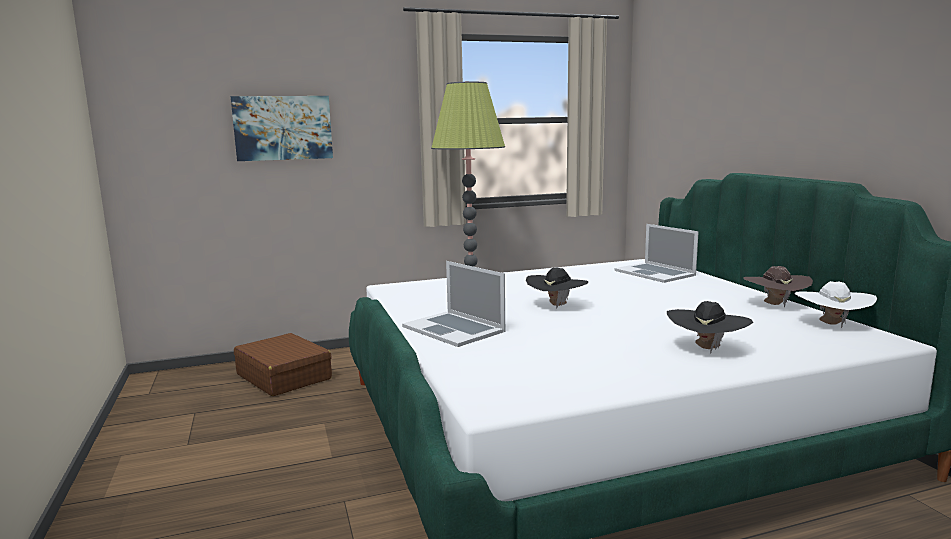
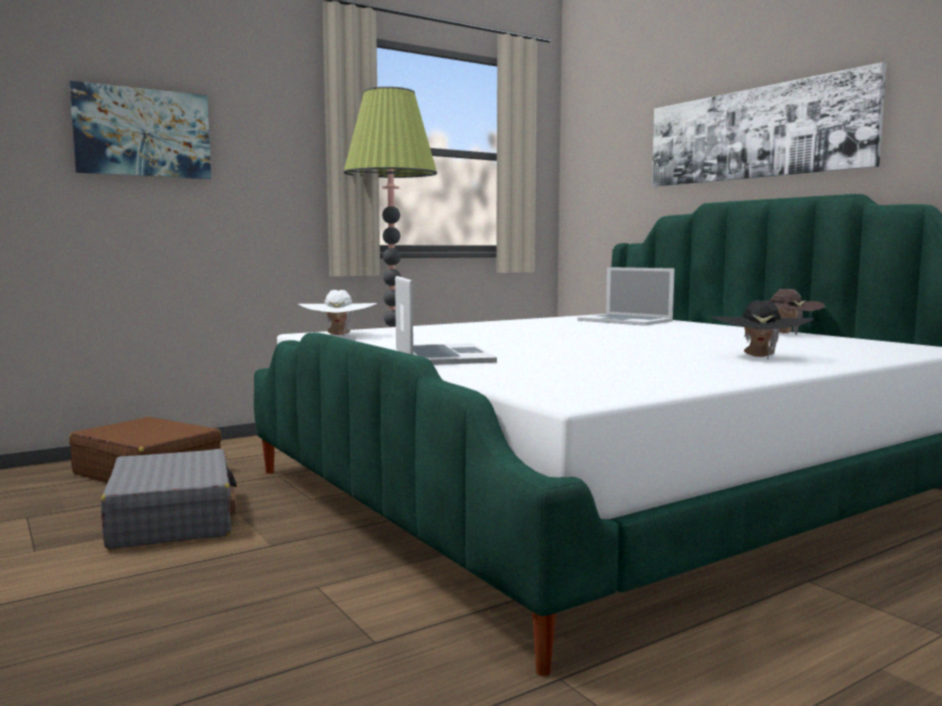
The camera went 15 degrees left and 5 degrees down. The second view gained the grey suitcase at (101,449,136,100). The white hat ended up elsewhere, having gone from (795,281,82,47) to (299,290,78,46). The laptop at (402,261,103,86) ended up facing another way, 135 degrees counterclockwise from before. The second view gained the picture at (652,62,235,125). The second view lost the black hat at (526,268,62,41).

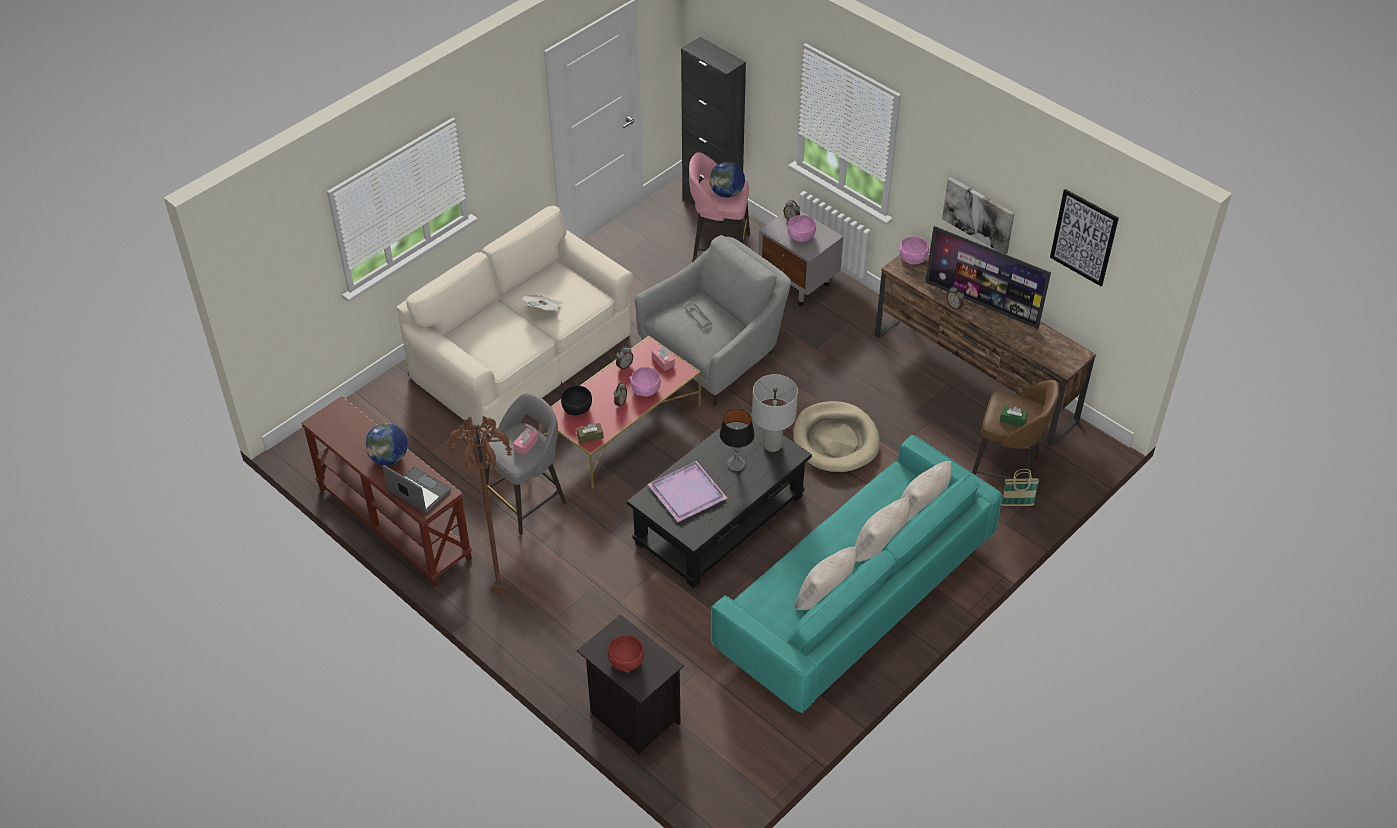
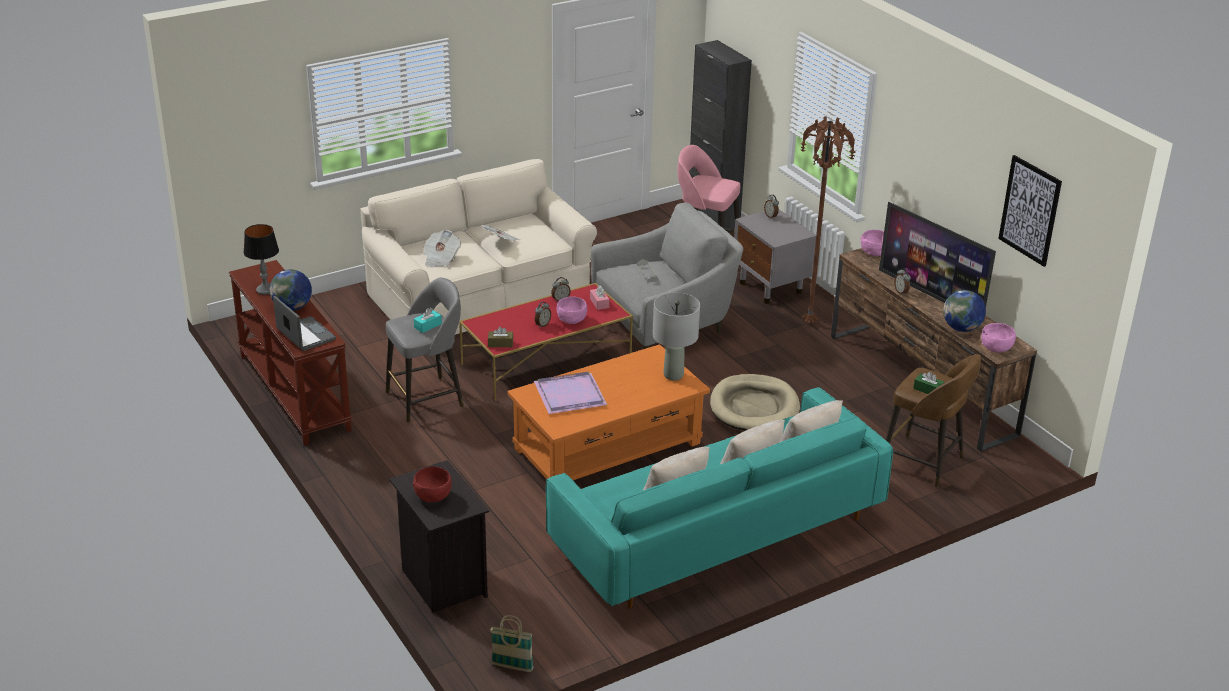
The camera went 15 degrees right and 15 degrees down. The table lamp ended up elsewhere, having gone from (719,408,36,63) to (243,224,36,71). What was the pink tissue box at (513,428,25,28) turned into the turquoise tissue box at (414,308,28,25). The second view gained the newspaper at (423,230,38,38). The basket ended up elsewhere, having gone from (1001,469,38,37) to (490,615,44,57). What was the black coffee table at (627,409,185,179) turned into the orange coffee table at (507,344,203,136). The brown floor lamp ended up elsewhere, having gone from (448,416,64,181) to (801,116,55,208). The globe ended up elsewhere, having gone from (709,162,36,36) to (943,290,43,42). The pink bowl ended up elsewhere, having gone from (788,215,28,27) to (981,323,35,30). The second view lost the black bowl at (561,386,31,30). The second view lost the picture at (942,177,73,77).

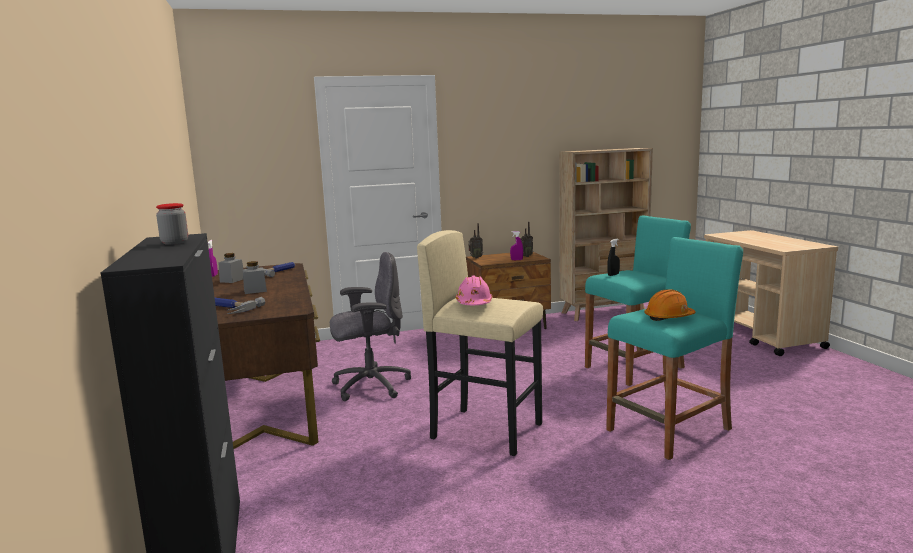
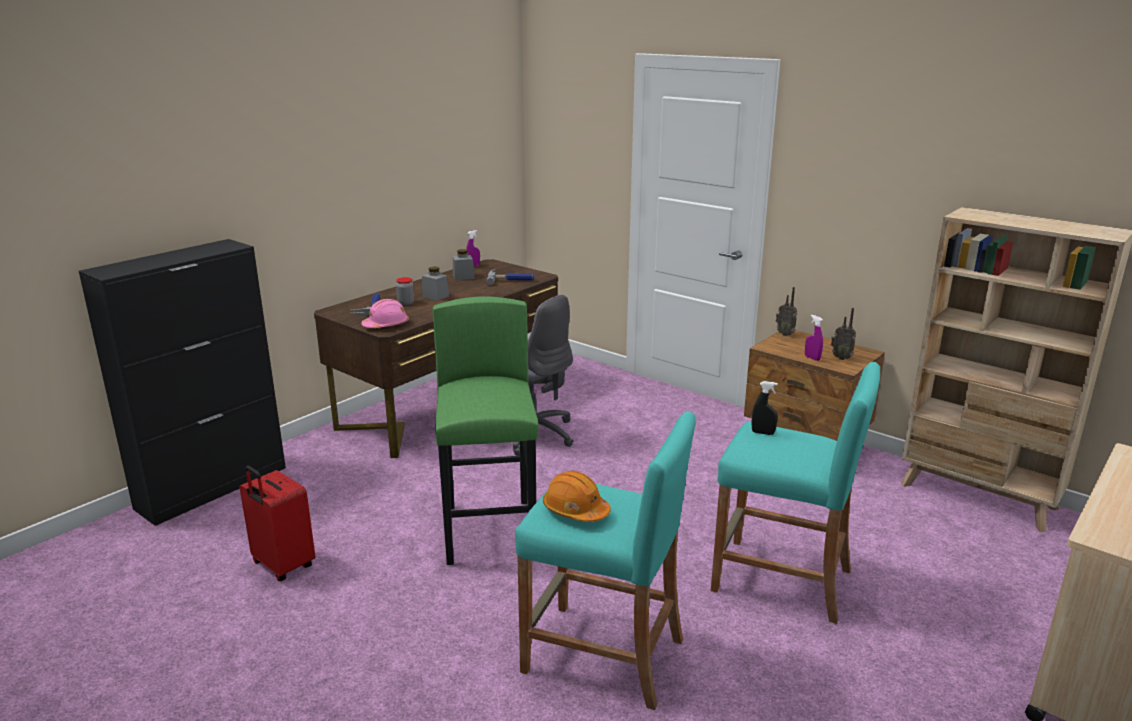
The camera went 55 degrees right and 10 degrees up. The second view gained the red suitcase at (239,465,76,116). The pink hard hat ended up elsewhere, having gone from (456,275,37,30) to (361,299,48,29). The jar ended up elsewhere, having gone from (156,203,32,42) to (396,277,19,28). What was the beige stool at (417,230,126,226) turned into the green stool at (432,296,106,269).

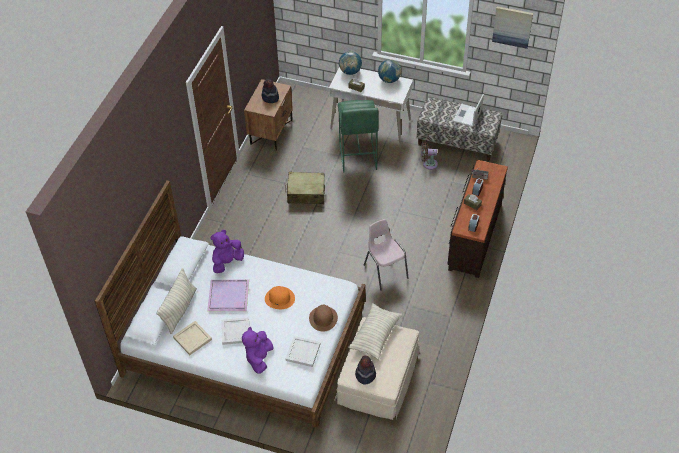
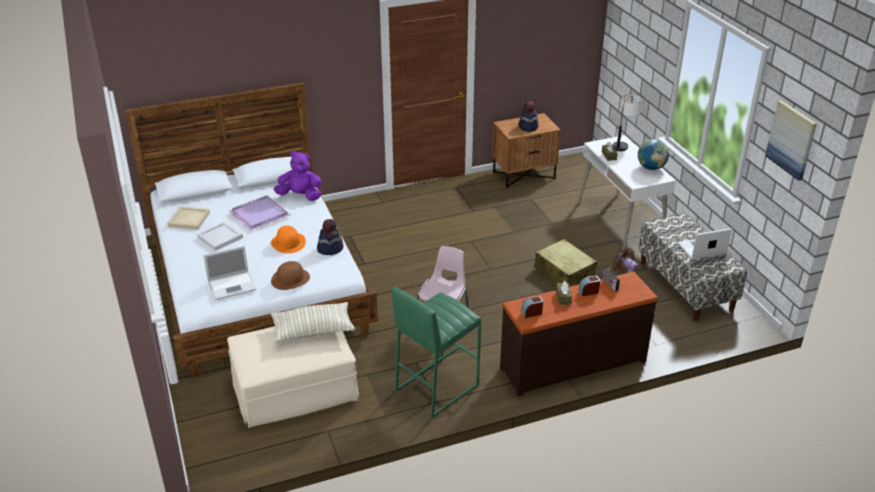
The camera went 50 degrees right and 15 degrees down. Where the white tray stood at (286,336,35,31), the laptop came to stand at (203,246,53,54). The hat ended up elsewhere, having gone from (355,356,21,29) to (317,219,26,36). The green stool ended up elsewhere, having gone from (338,100,41,73) to (391,287,90,131). The beige suitcase ended up elsewhere, having gone from (285,172,40,32) to (534,239,63,48). Where the globe stood at (339,51,23,24), the table lamp came to stand at (612,94,30,57). The second view lost the pillow at (156,268,41,66). The second view lost the purple plush toy at (242,327,32,47).

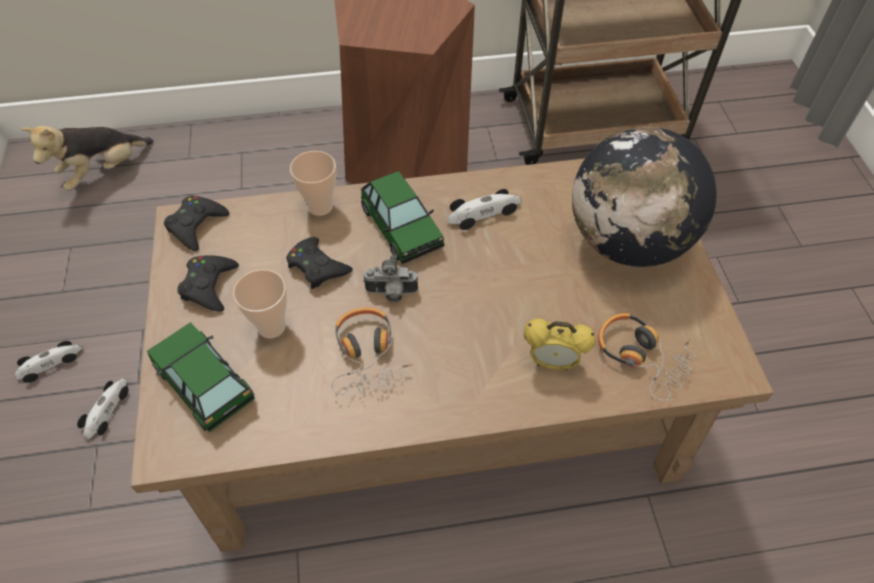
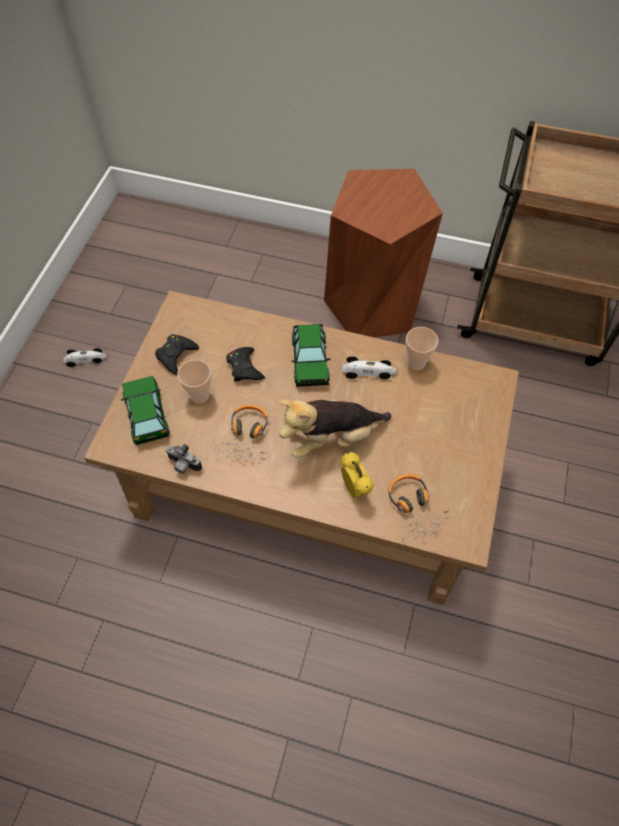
The camera went 25 degrees right and 5 degrees up. The photo camera ended up elsewhere, having gone from (363,255,55,47) to (165,444,37,30). The plush toy ended up elsewhere, having gone from (21,126,132,65) to (279,399,112,59). The alarm clock at (524,318,72,52) ended up facing another way, 150 degrees counterclockwise from before. The cup ended up elsewhere, having gone from (290,151,46,65) to (406,327,32,43). The second view lost the toy car at (77,378,52,60). The second view lost the black game controller at (164,196,65,55). The second view lost the globe at (572,127,145,140).

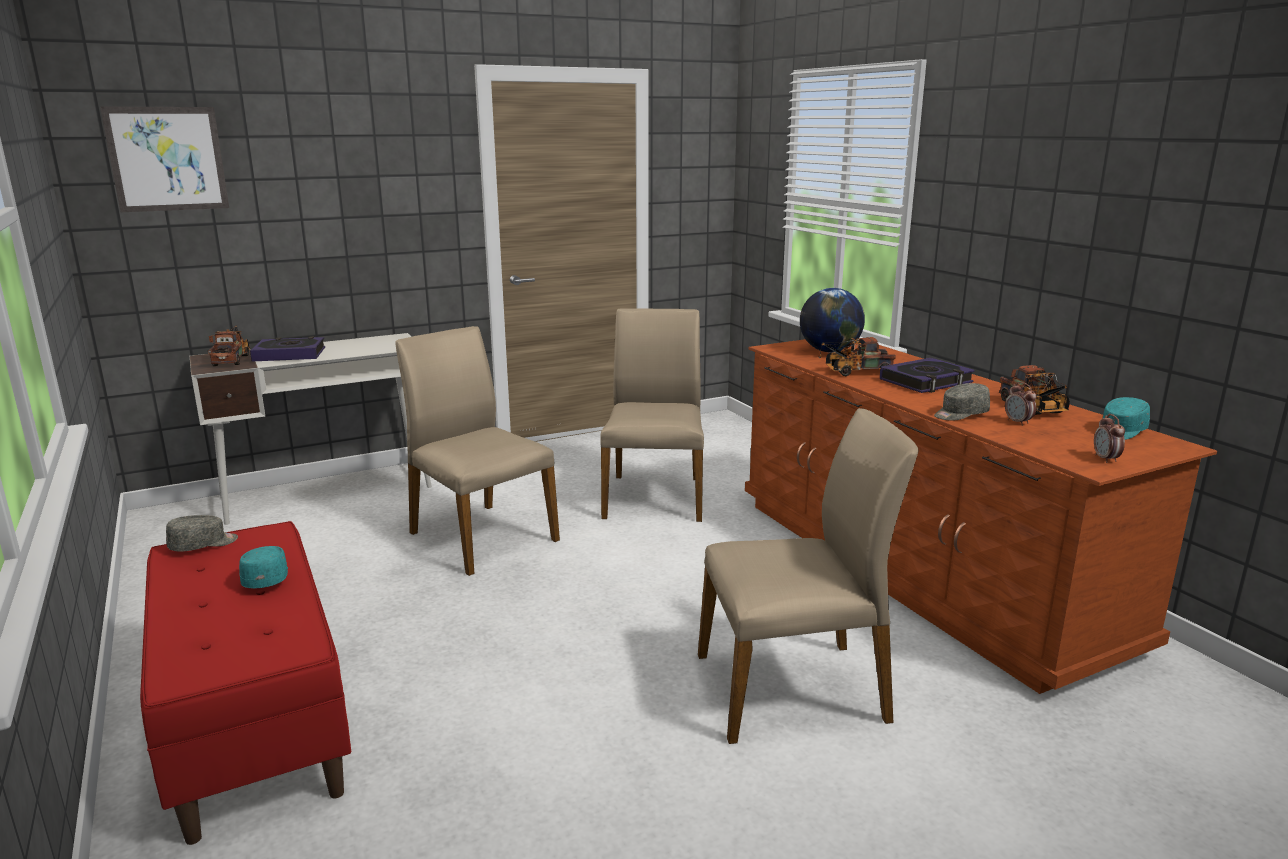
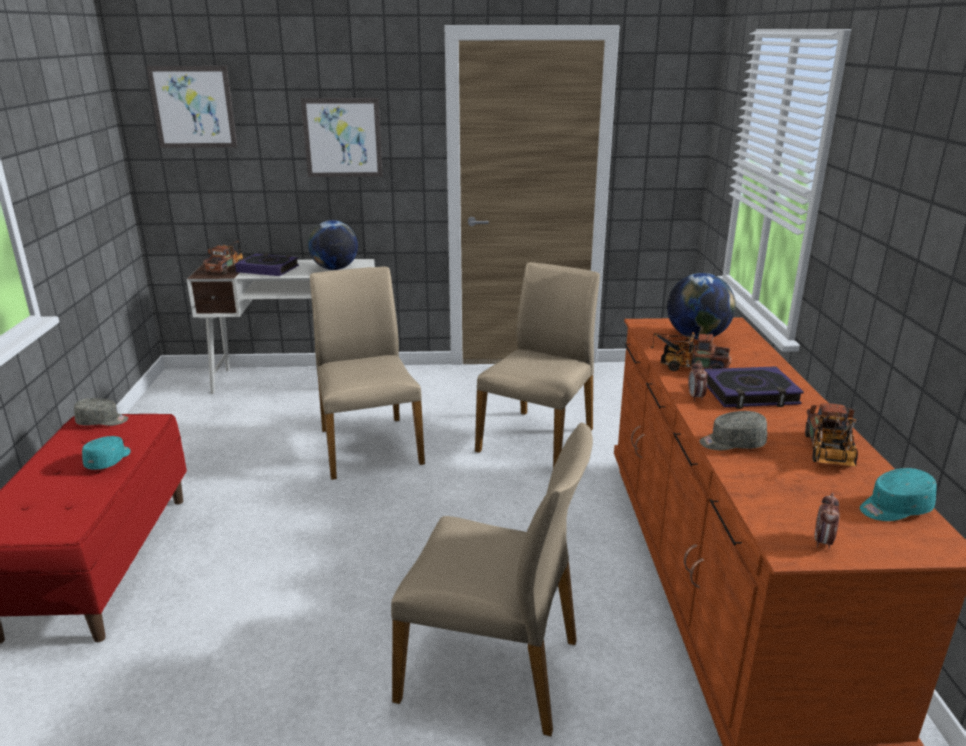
The camera went 25 degrees right and 5 degrees up. The second view gained the picture at (301,98,82,79). The second view gained the globe at (308,220,50,50). The alarm clock ended up elsewhere, having gone from (1005,382,32,44) to (688,360,19,41).

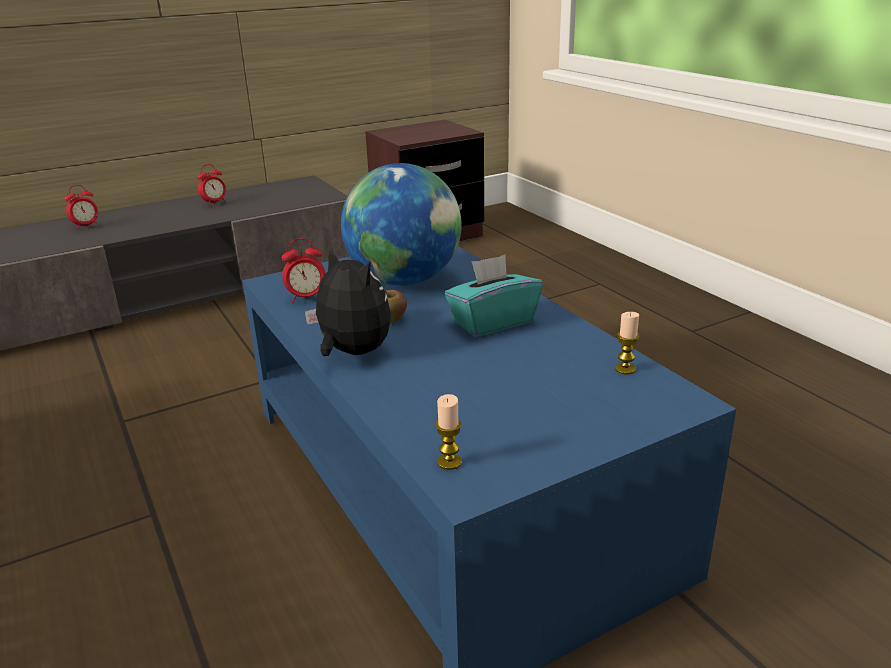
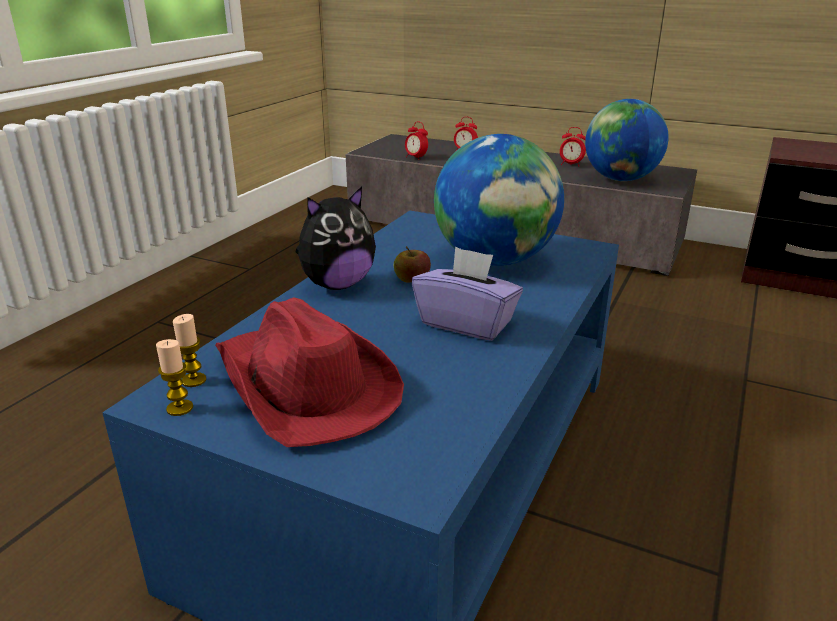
The camera went 55 degrees right and 0 degrees up. The candle ended up elsewhere, having gone from (615,312,24,62) to (156,339,37,77). The second view gained the red hat at (215,297,189,150). The plush toy at (305,247,86,109) ended up facing another way, 45 degrees clockwise from before. The alarm clock ended up elsewhere, having gone from (282,238,44,65) to (405,122,23,37). What was the turquoise tissue box at (445,255,98,82) turned into the purple tissue box at (412,247,111,94). The second view gained the globe at (585,99,83,82).

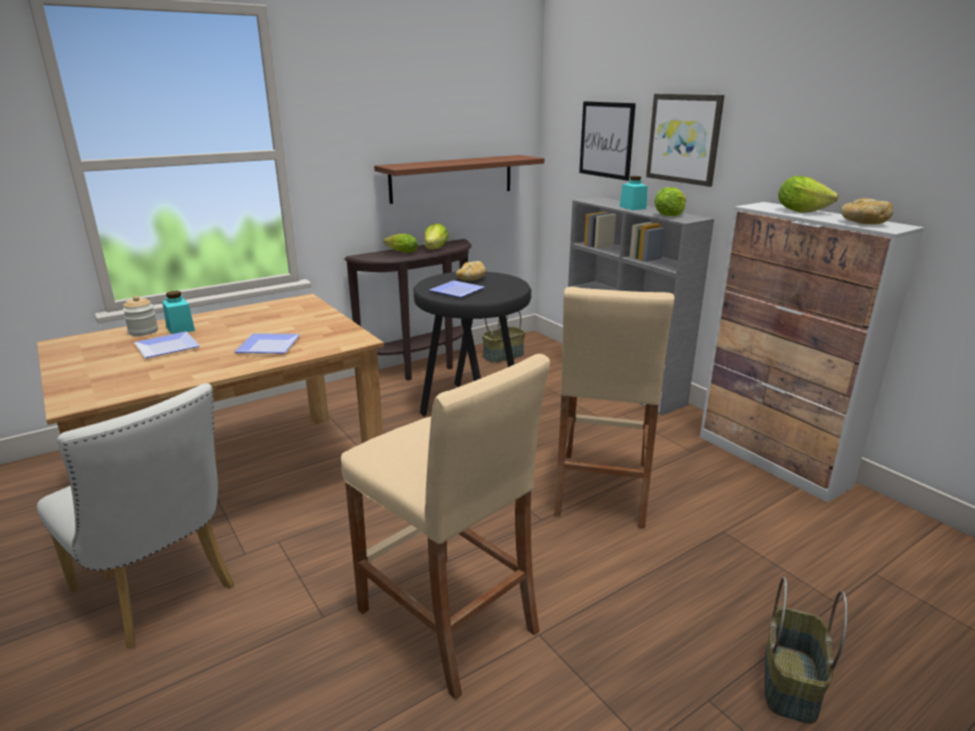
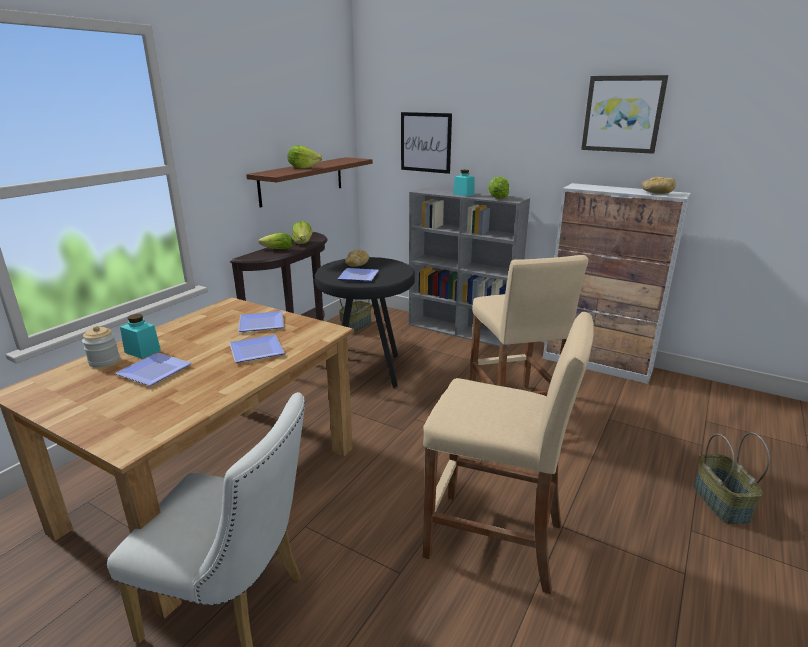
The camera went 25 degrees left and 0 degrees up. The second view gained the plate at (238,311,46,21). The lettuce ended up elsewhere, having gone from (778,176,60,37) to (287,145,35,24). The picture ended up elsewhere, having gone from (646,94,79,93) to (581,75,87,79).

